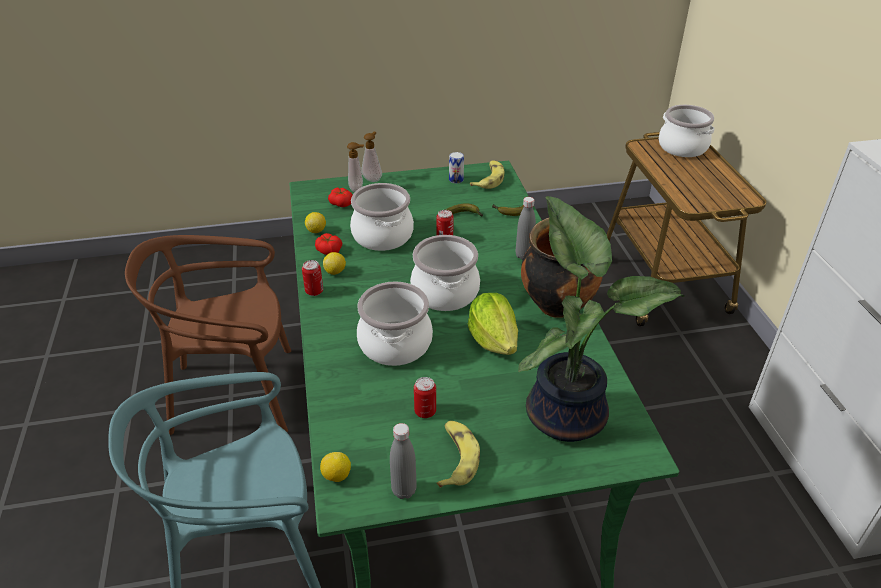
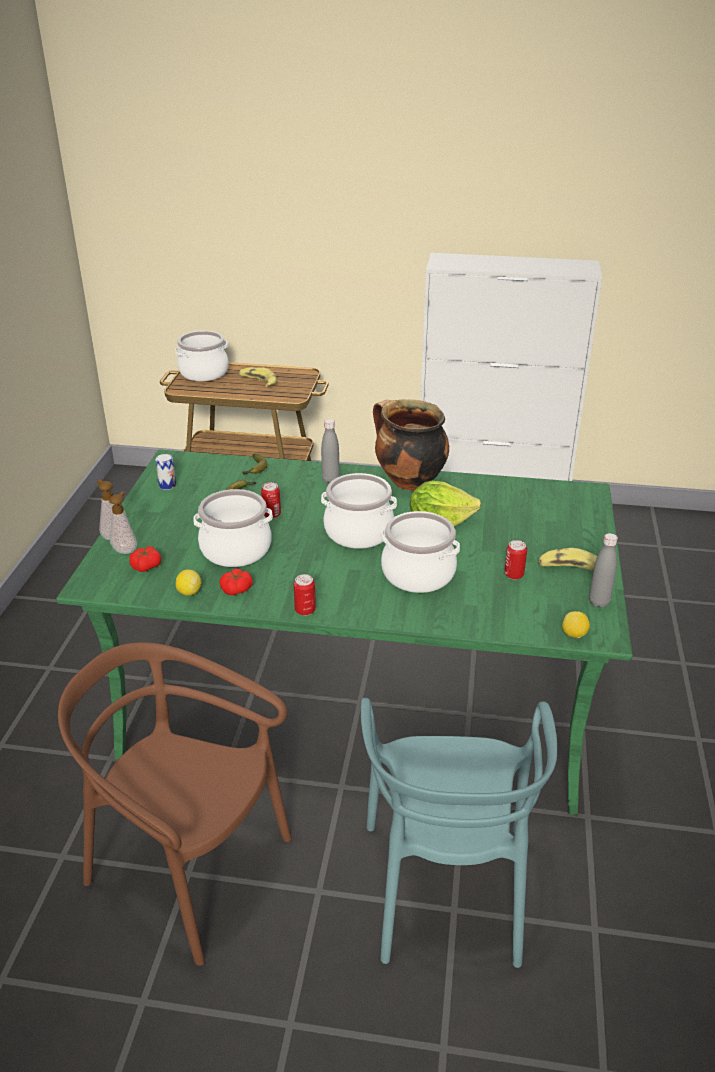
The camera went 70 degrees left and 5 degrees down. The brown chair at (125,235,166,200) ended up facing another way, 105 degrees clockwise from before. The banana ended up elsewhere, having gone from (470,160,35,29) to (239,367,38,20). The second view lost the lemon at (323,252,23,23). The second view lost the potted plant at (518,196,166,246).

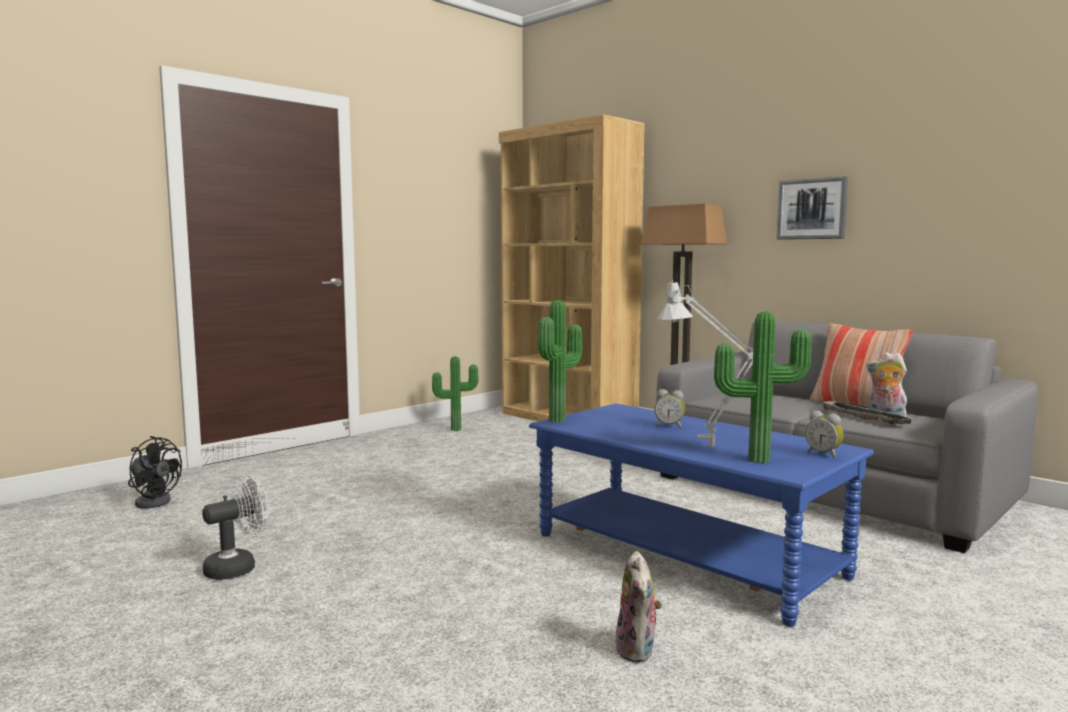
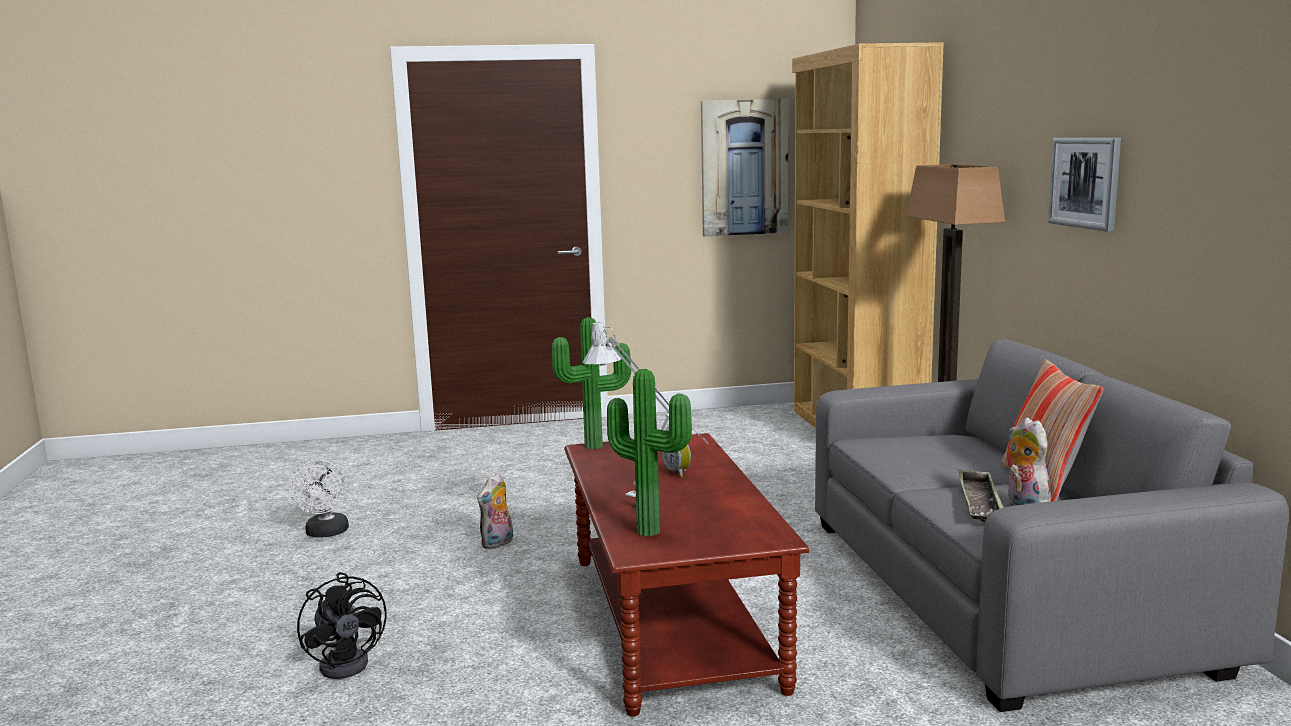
The camera went 35 degrees right and 5 degrees up. The white fan at (202,475,67,105) ended up facing another way, 90 degrees clockwise from before. The black fan ended up elsewhere, having gone from (128,436,54,73) to (297,572,90,107). The plush toy ended up elsewhere, having gone from (616,551,46,112) to (477,473,36,76). What was the blue coffee table at (529,404,345,223) turned into the brown coffee table at (564,433,245,283). The second view gained the picture at (701,99,88,138). The second view lost the potted plant at (432,356,47,75). The second view lost the alarm clock at (805,410,38,48).

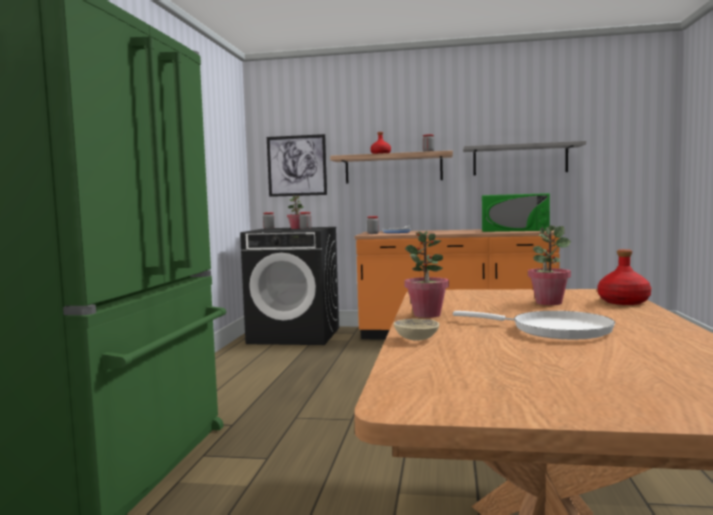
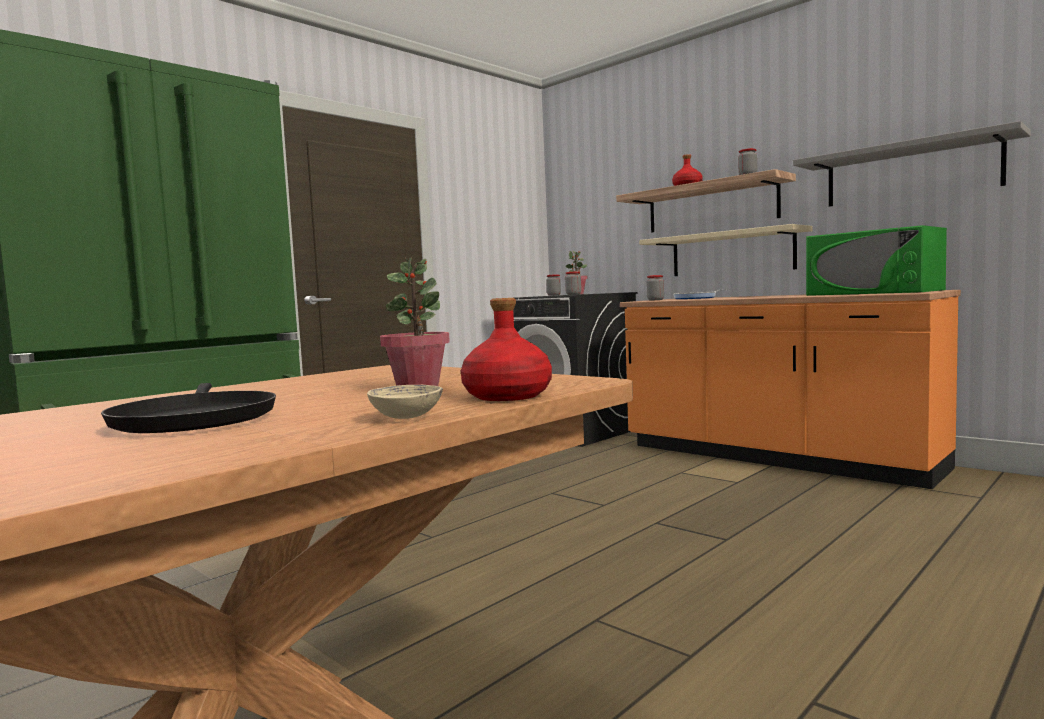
The camera went 35 degrees right and 0 degrees up. What was the white frying pan at (453,311,162,28) turned into the black frying pan at (101,383,175,50). The beige bowl ended up elsewhere, having gone from (394,319,45,22) to (367,385,76,34). The second view gained the beige shelf at (639,224,174,52). The second view lost the picture at (267,134,60,63). The second view lost the potted plant at (404,231,45,87).

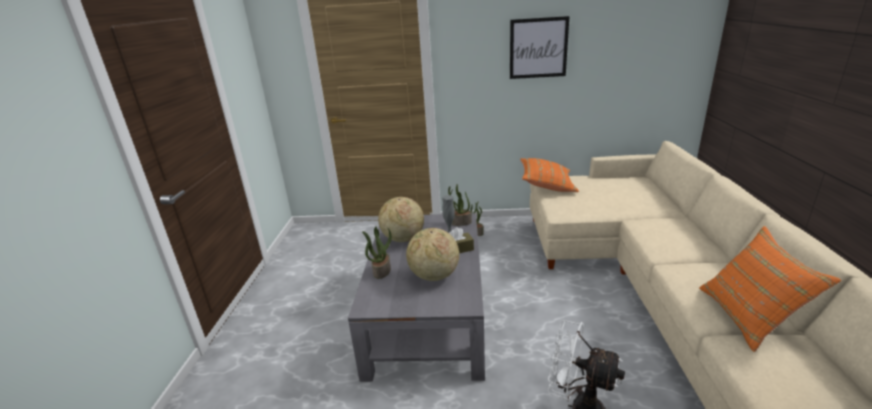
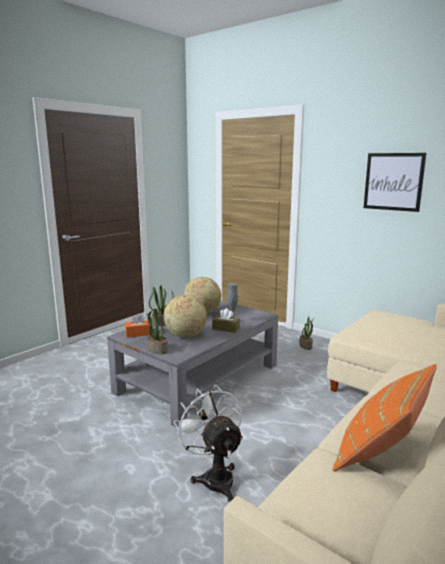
The camera went 35 degrees right and 10 degrees down. The second view gained the orange tissue box at (125,313,25,25). The potted plant ended up elsewhere, having gone from (448,184,24,42) to (147,307,21,47). The second view lost the orange pillow at (520,158,59,34).

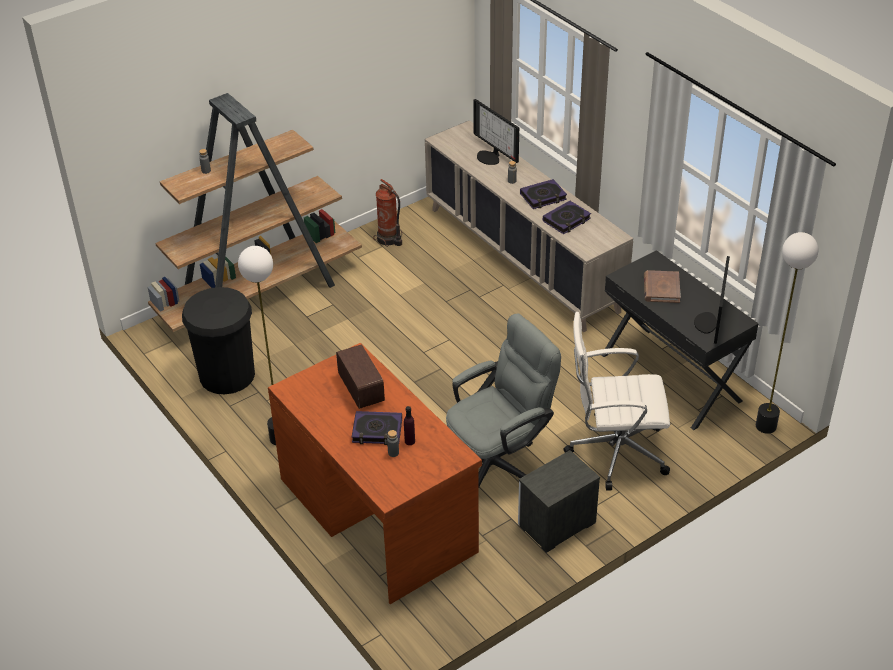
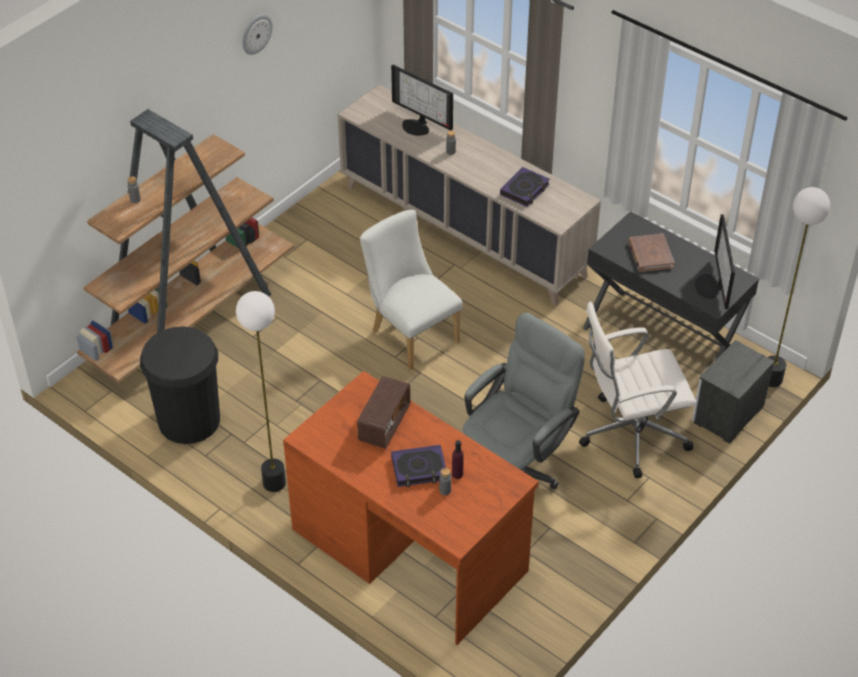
The camera went 15 degrees left and 5 degrees up. The second view gained the wall clock at (242,14,31,41). The radio at (336,344,49,65) ended up facing another way, 60 degrees clockwise from before. The second view gained the white chair at (360,210,102,160). The nightstand ended up elsewhere, having gone from (518,450,82,103) to (692,340,83,104). The second view lost the fire extinguisher at (373,179,29,68). The second view lost the book at (520,179,47,30).

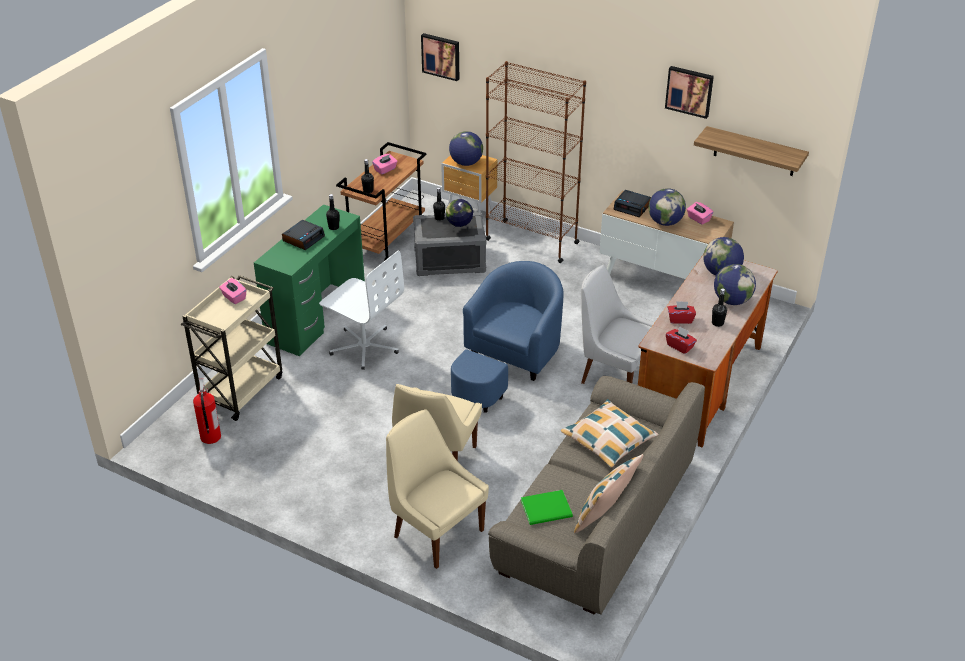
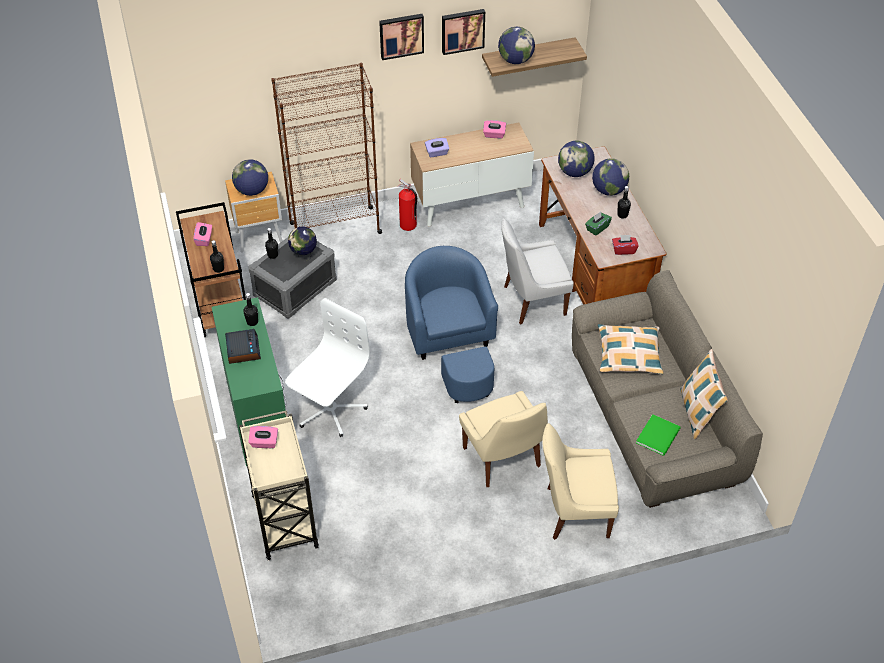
The camera went 45 degrees left and 10 degrees up. The white office chair at (319,250,85,120) ended up facing another way, 45 degrees counterclockwise from before. The picture ended up elsewhere, having gone from (421,33,38,48) to (379,14,45,46). The fire extinguisher ended up elsewhere, having gone from (193,378,28,66) to (398,179,19,52). Where the alarm clock stood at (614,190,37,27), the purple tissue box came to stand at (425,138,24,19). The globe ended up elsewhere, having gone from (648,188,38,38) to (498,27,37,37). What was the red tissue box at (668,301,28,23) turned into the green tissue box at (585,212,27,24).

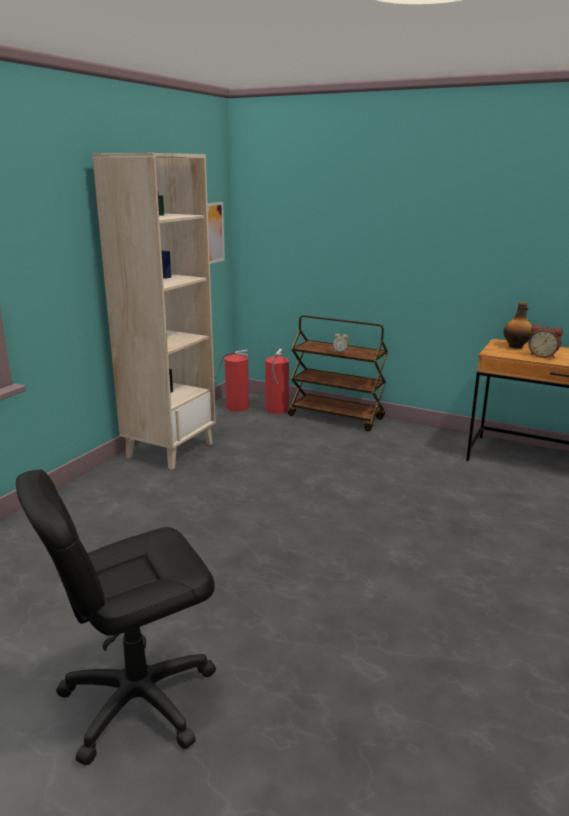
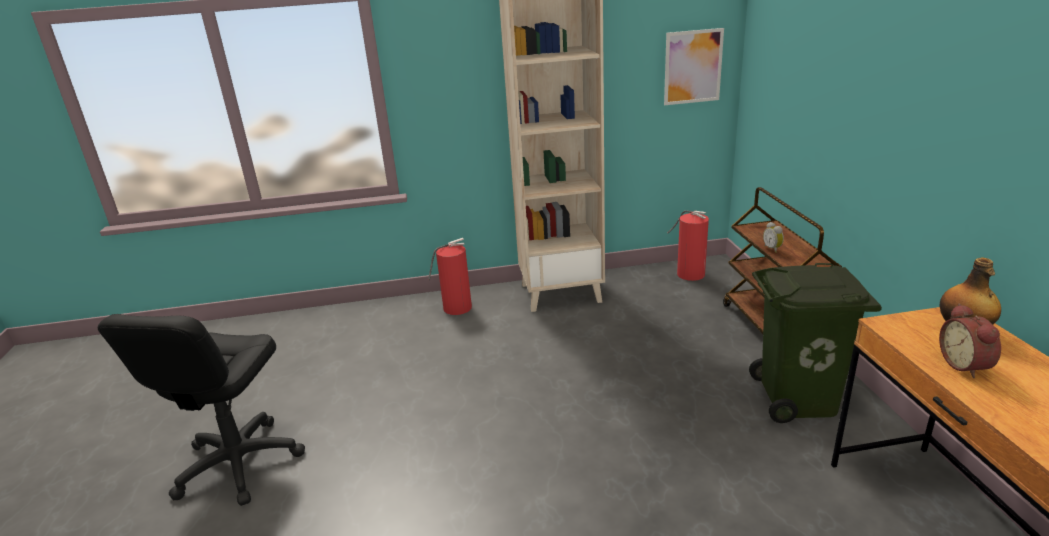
The camera went 55 degrees right and 5 degrees up. The black office chair at (16,469,200,297) ended up facing another way, 105 degrees counterclockwise from before. The fire extinguisher ended up elsewhere, having gone from (265,349,24,65) to (428,238,44,77). The second view gained the green trash can at (749,263,133,160).

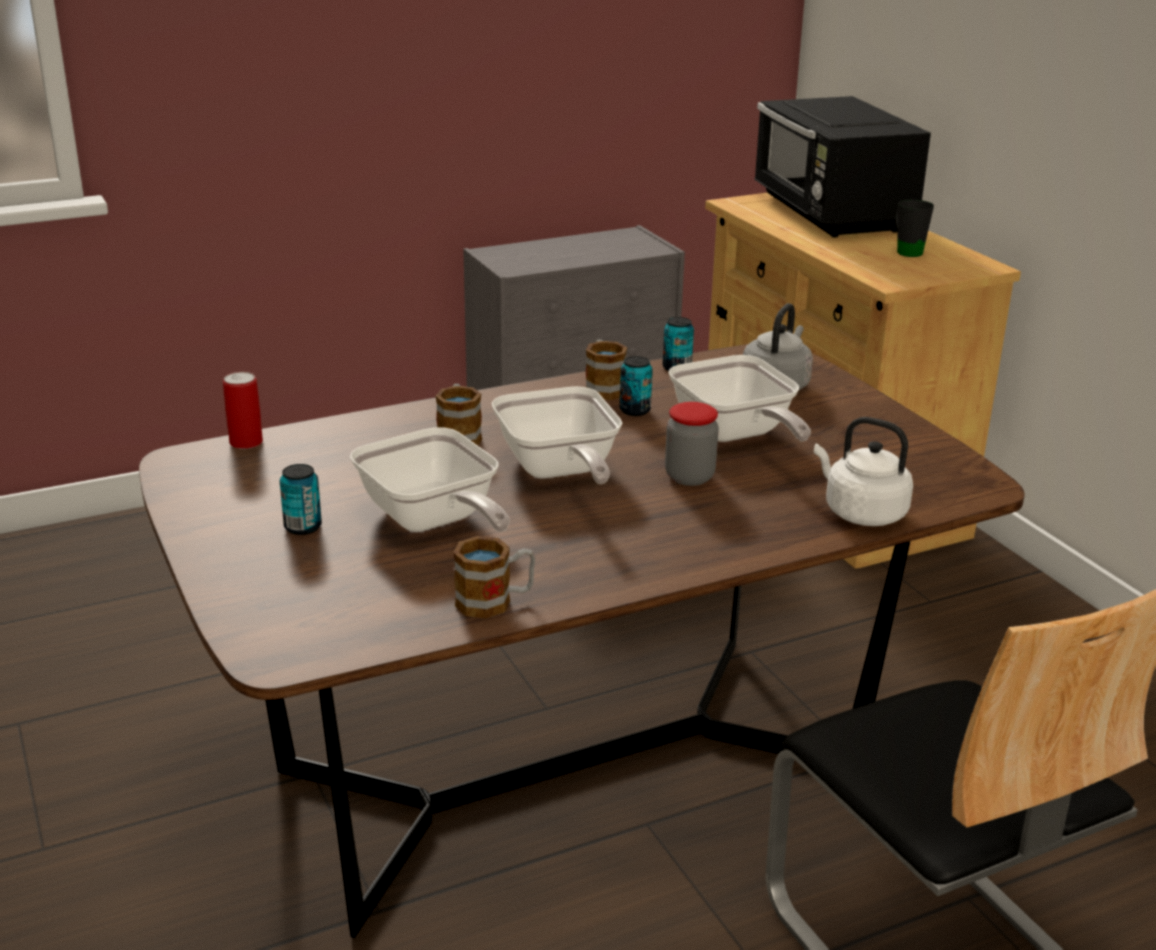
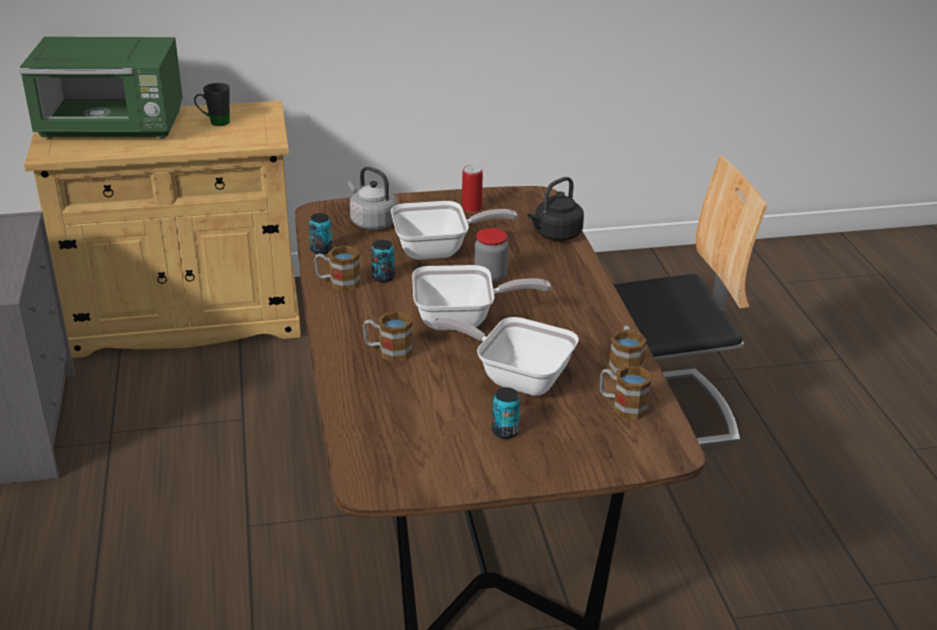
The camera went 75 degrees left and 5 degrees up. What was the black microwave at (754,96,177,142) turned into the green microwave at (19,37,164,102). The frying pan at (350,427,160,105) ended up facing another way, 135 degrees counterclockwise from before. The can ended up elsewhere, having gone from (223,372,40,77) to (462,165,21,47). What was the white kettle at (814,417,99,109) turned into the black kettle at (527,177,57,64). The second view gained the mug at (600,366,51,54).

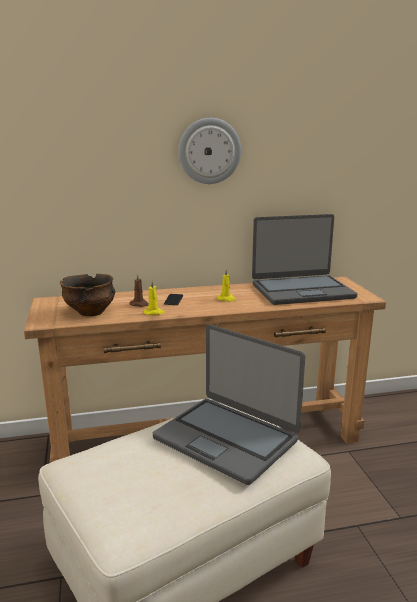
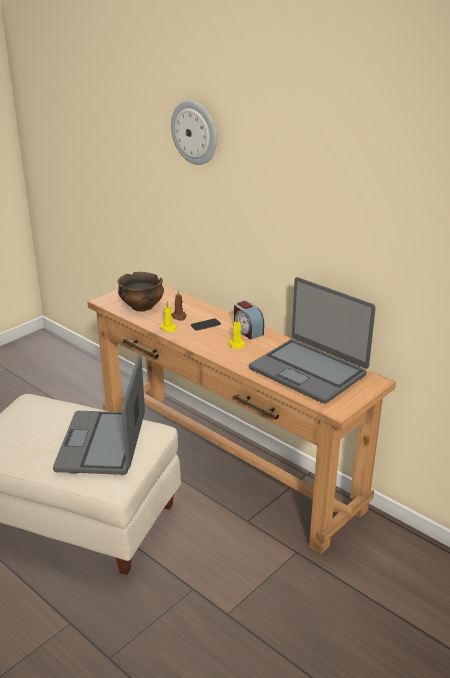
The camera went 55 degrees right and 10 degrees up. The wall clock ended up elsewhere, having gone from (178,118,63,66) to (171,100,46,65). The second view gained the alarm clock at (234,301,30,39).

